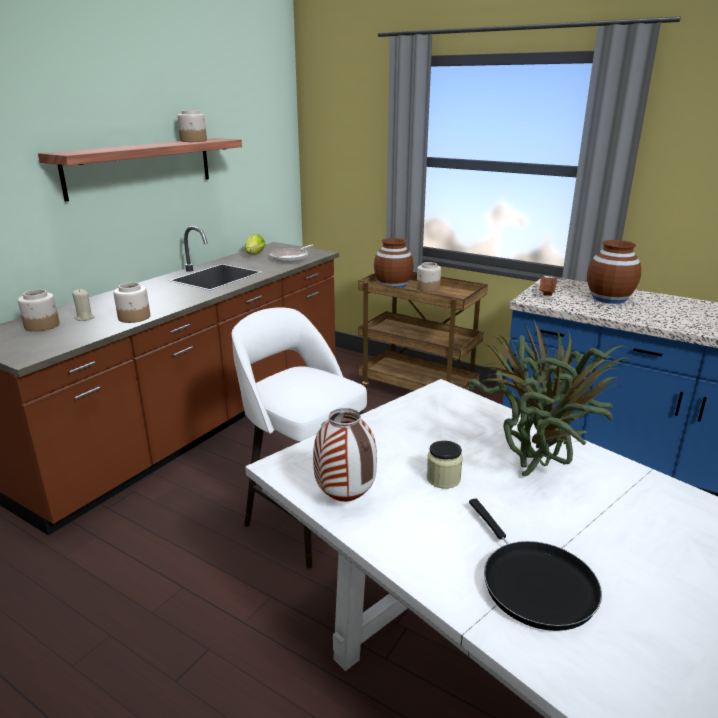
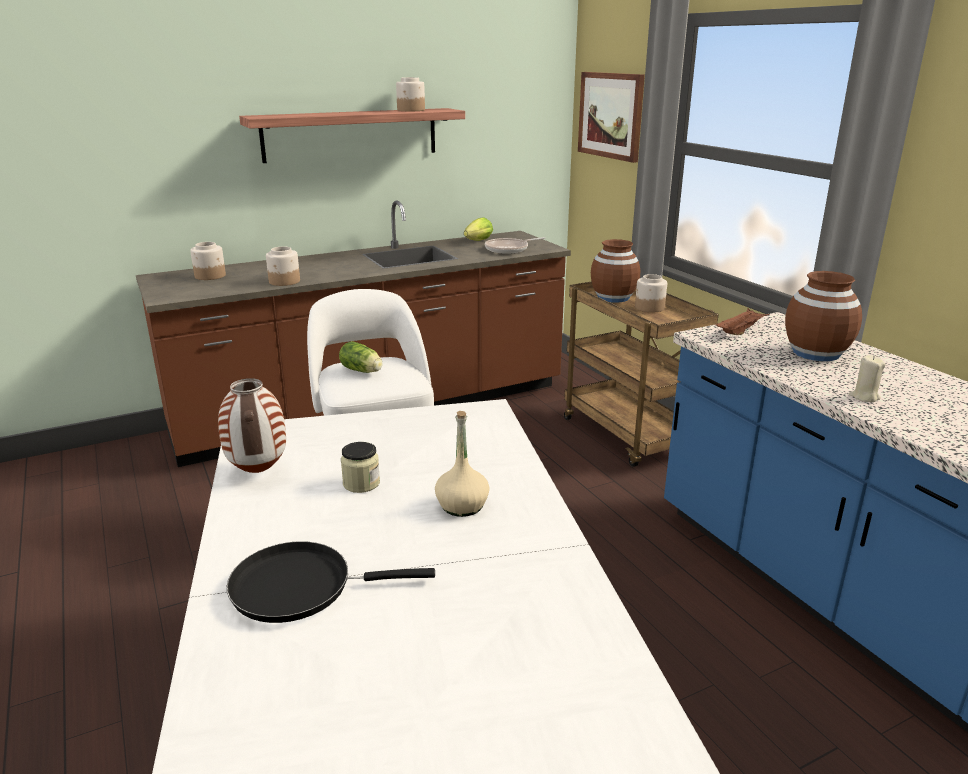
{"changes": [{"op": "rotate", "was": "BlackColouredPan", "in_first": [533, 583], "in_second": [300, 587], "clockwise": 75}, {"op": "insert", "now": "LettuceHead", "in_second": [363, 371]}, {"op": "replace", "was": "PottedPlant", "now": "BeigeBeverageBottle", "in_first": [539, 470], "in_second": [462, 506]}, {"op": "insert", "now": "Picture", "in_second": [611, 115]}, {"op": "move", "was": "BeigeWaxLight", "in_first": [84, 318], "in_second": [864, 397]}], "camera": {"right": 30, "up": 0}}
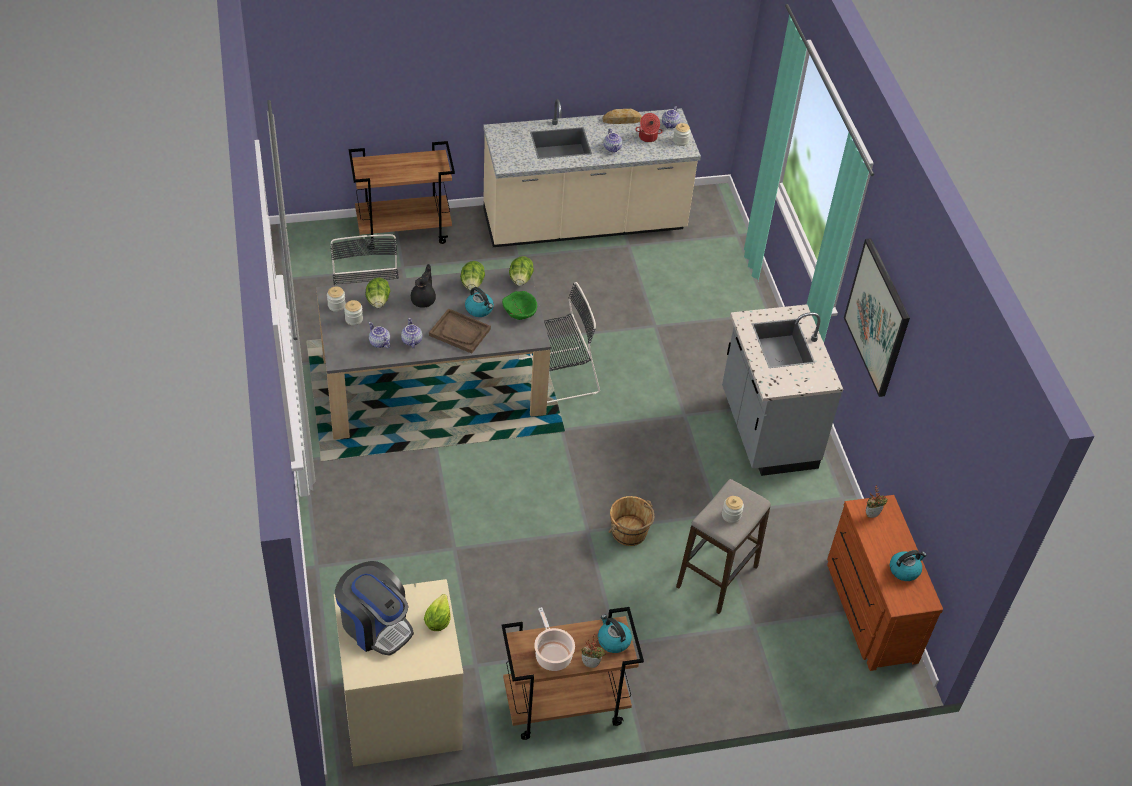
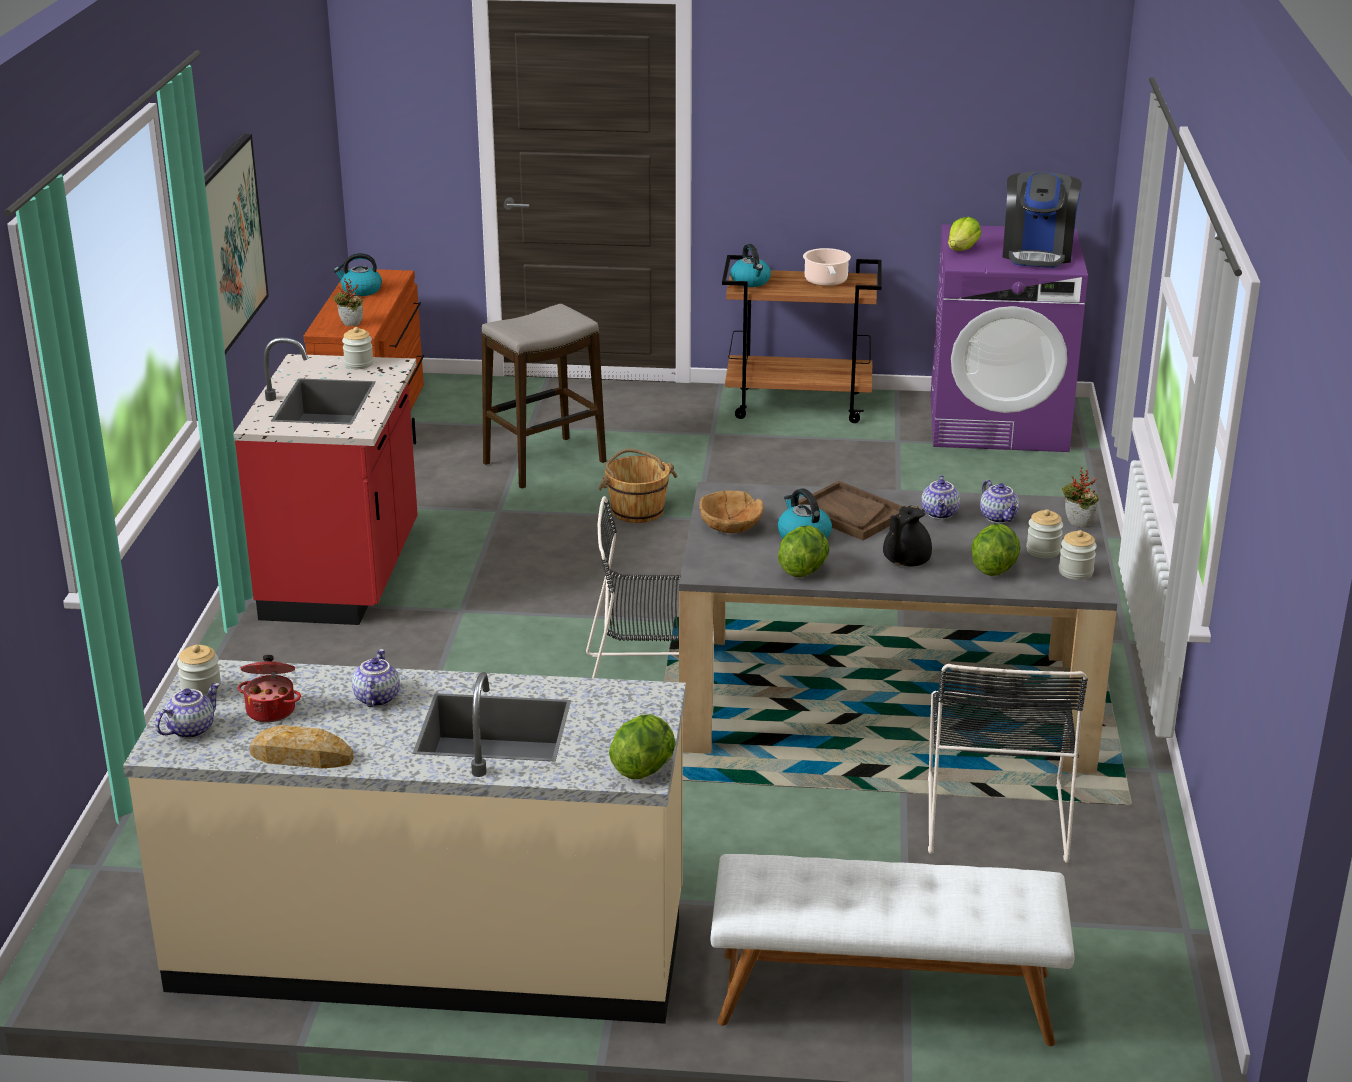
{"changes": [{"op": "recolor", "was": "GreyishKitchenBaseUnit", "now": "RedKitchenBaseUnit", "in_first": [766, 431], "in_second": [344, 576]}, {"op": "move", "was": "Jar", "in_first": [731, 515], "in_second": [359, 364]}, {"op": "move", "was": "LettuceHead", "in_first": [520, 279], "in_second": [644, 768]}, {"op": "recolor", "was": "GreenColouredBowl", "now": "BrownColouredBowl", "in_first": [519, 311], "in_second": [730, 526]}, {"op": "replace", "was": "BrownColouredWheeledCart", "now": "WhiteColouredIndoorBench", "in_first": [404, 230], "in_second": [884, 999]}, {"op": "recolor", "was": "BeigeLaundryMachine", "now": "PurpleColouredLaundryMachine", "in_first": [400, 713], "in_second": [999, 423]}, {"op": "rotate", "was": "CoffeeMaker", "in_first": [375, 625], "in_second": [1037, 254], "clockwise": -135}, {"op": "move", "was": "PottedPlant", "in_first": [591, 663], "in_second": [1076, 525]}], "camera": {"right": -160, "up": -20}}
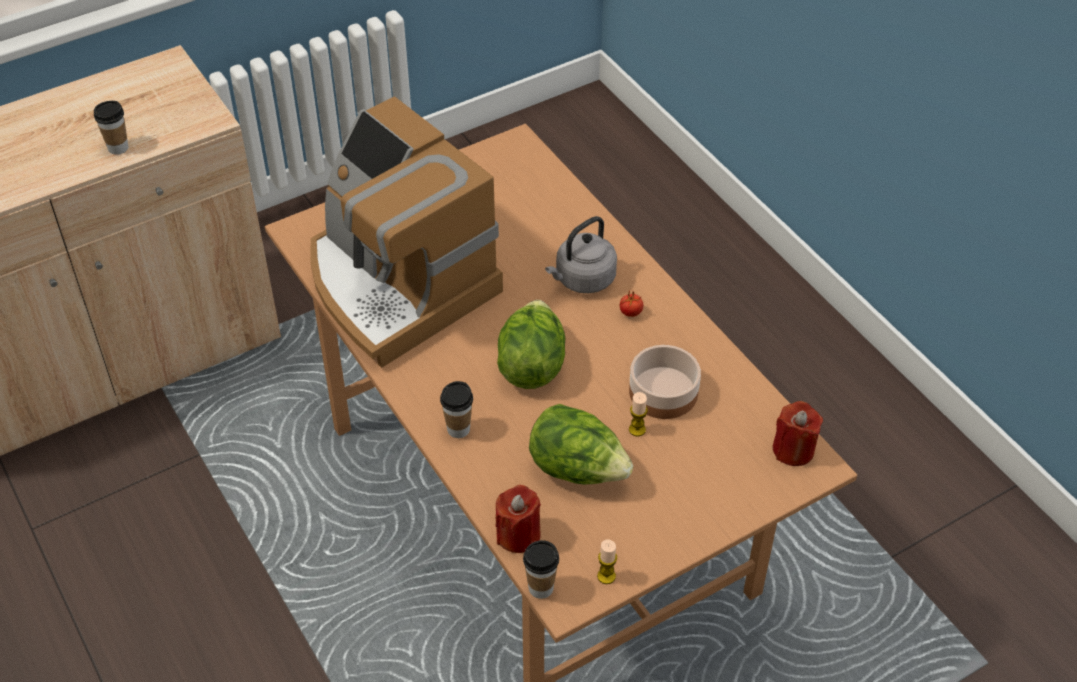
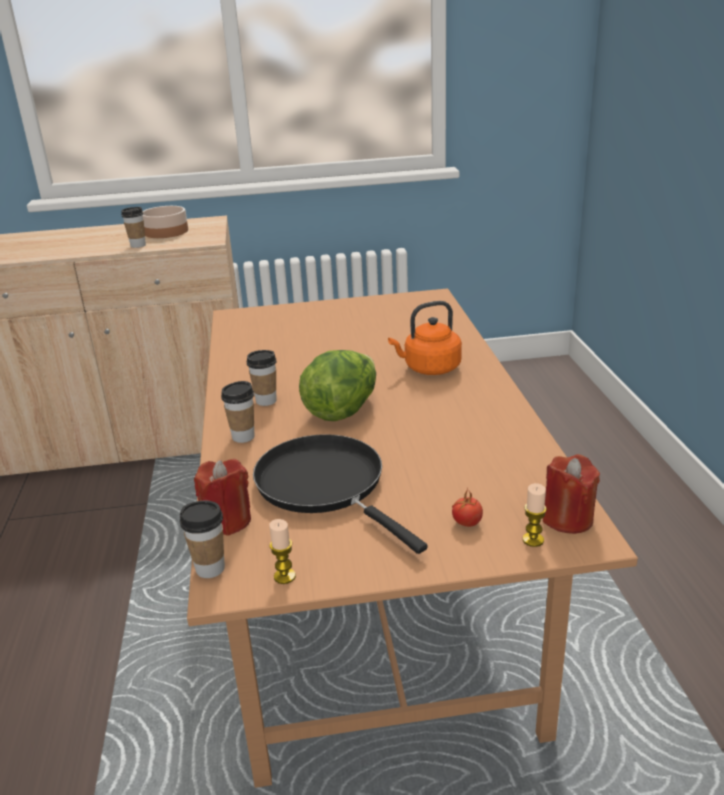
{"changes": [{"op": "move", "was": "Bowl", "in_first": [664, 391], "in_second": [167, 232]}, {"op": "insert", "now": "DrinkingCup", "in_second": [266, 401]}, {"op": "replace", "was": "LettuceHead", "now": "BlackColouredPan", "in_first": [578, 469], "in_second": [325, 485]}, {"op": "recolor", "was": "GreyishTeaKettle", "now": "OrangeTeaKettle", "in_first": [582, 280], "in_second": [429, 368]}, {"op": "move", "was": "Tomato", "in_first": [630, 313], "in_second": [466, 523]}, {"op": "move", "was": "WaxLight", "in_first": [637, 429], "in_second": [533, 540]}, {"op": "delete", "was": "CoffeeMaker", "in_first": [396, 284]}], "camera": {"right": 25, "up": -20}}
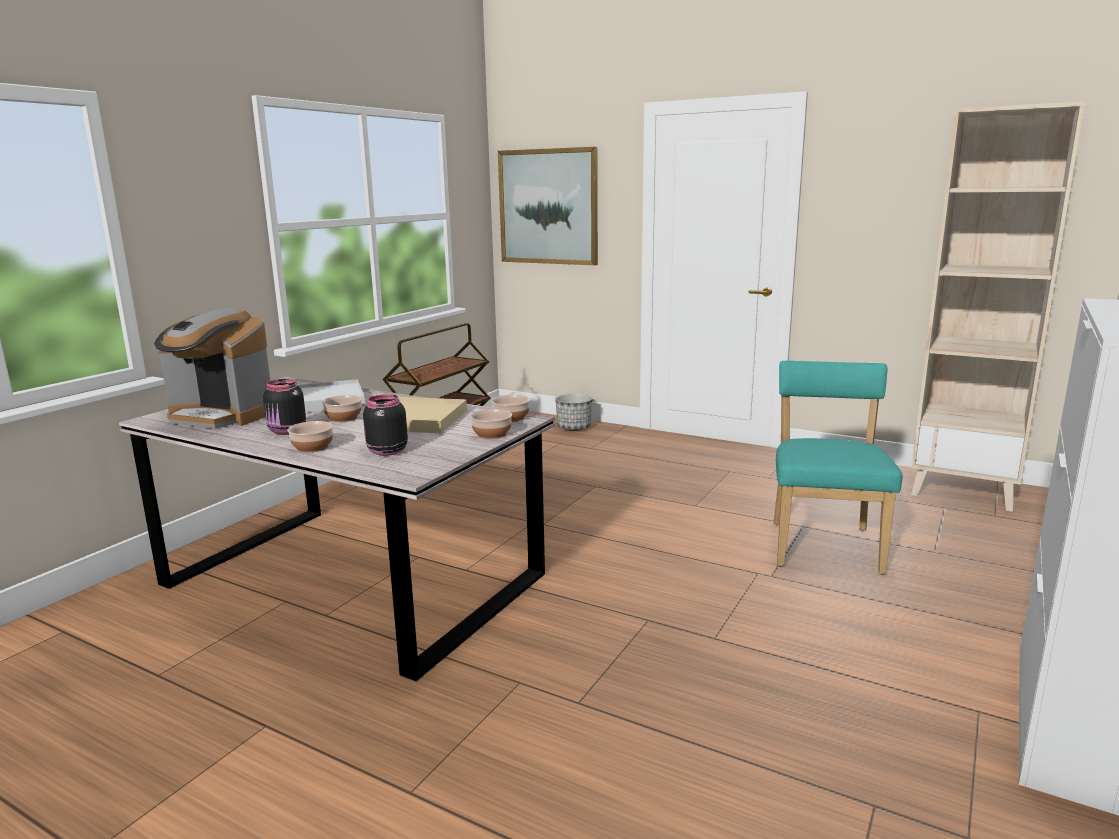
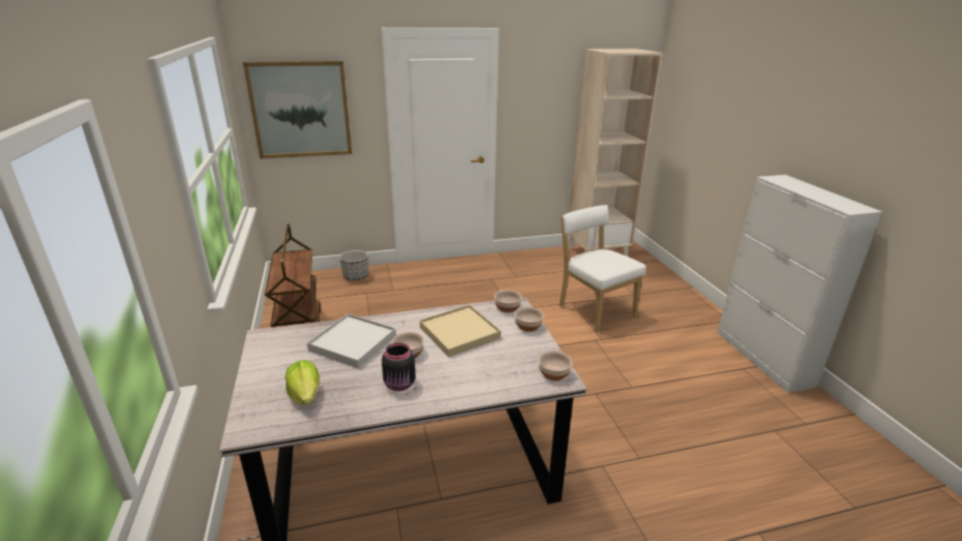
{"changes": [{"op": "replace", "was": "CoffeeMaker", "now": "LettuceHead", "in_first": [221, 416], "in_second": [305, 395]}, {"op": "move", "was": "Bowl", "in_first": [312, 447], "in_second": [553, 373]}, {"op": "recolor", "was": "TurquoiseUprightChair", "now": "WhiteColouredUprightChair", "in_first": [824, 544], "in_second": [594, 309]}, {"op": "delete", "was": "BlackColouredJar", "in_first": [386, 451]}], "camera": {"right": -45, "up": 10}}
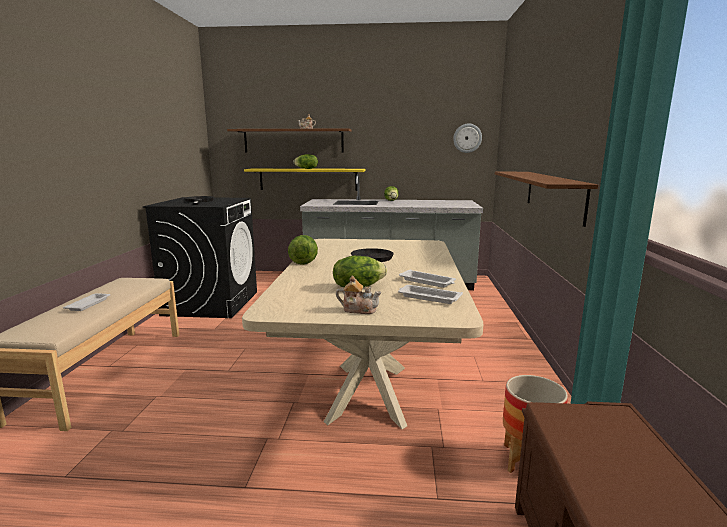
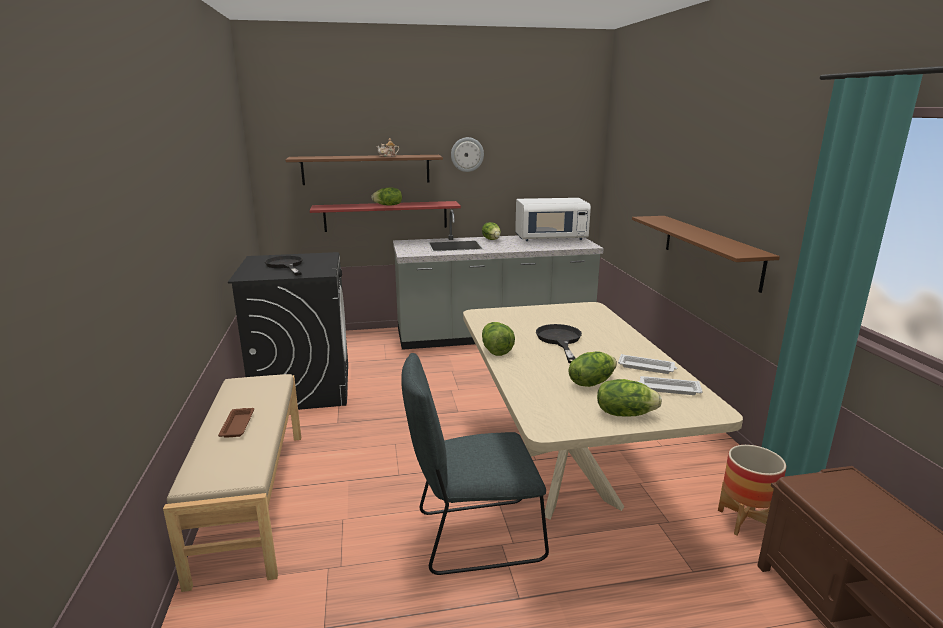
{"changes": [{"op": "recolor", "was": "WhiteColouredCarryingTray", "now": "BrownColouredCarryingTray", "in_first": [89, 304], "in_second": [238, 425]}, {"op": "recolor", "was": "YellowWallShelf", "now": "RedWallShelf", "in_first": [308, 179], "in_second": [386, 216]}, {"op": "insert", "now": "GreyishUprightChair", "in_second": [473, 537]}, {"op": "move", "was": "HangingClock", "in_first": [467, 138], "in_second": [467, 154]}, {"op": "insert", "now": "WhiteColouredKitchenMicrowave", "in_second": [550, 239]}, {"op": "replace", "was": "TeaPot", "now": "LettuceHead", "in_first": [359, 309], "in_second": [624, 413]}], "camera": {"right": -15, "up": 5}}
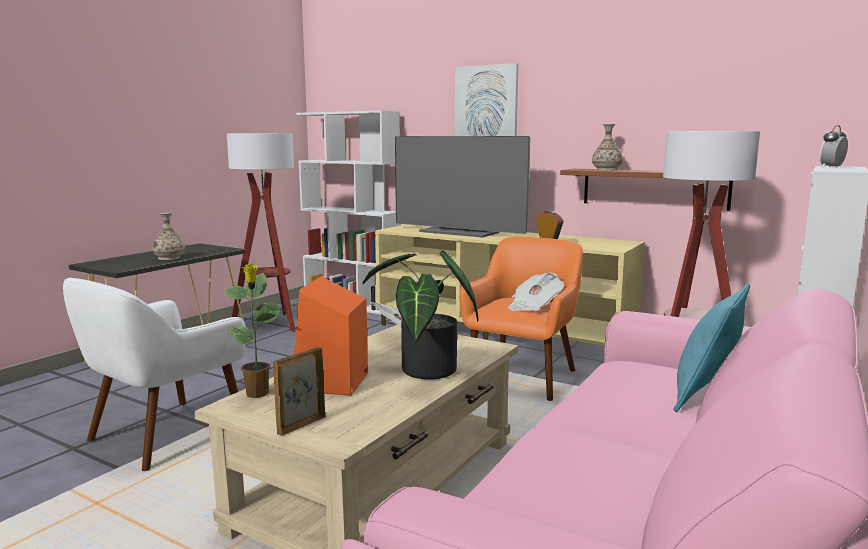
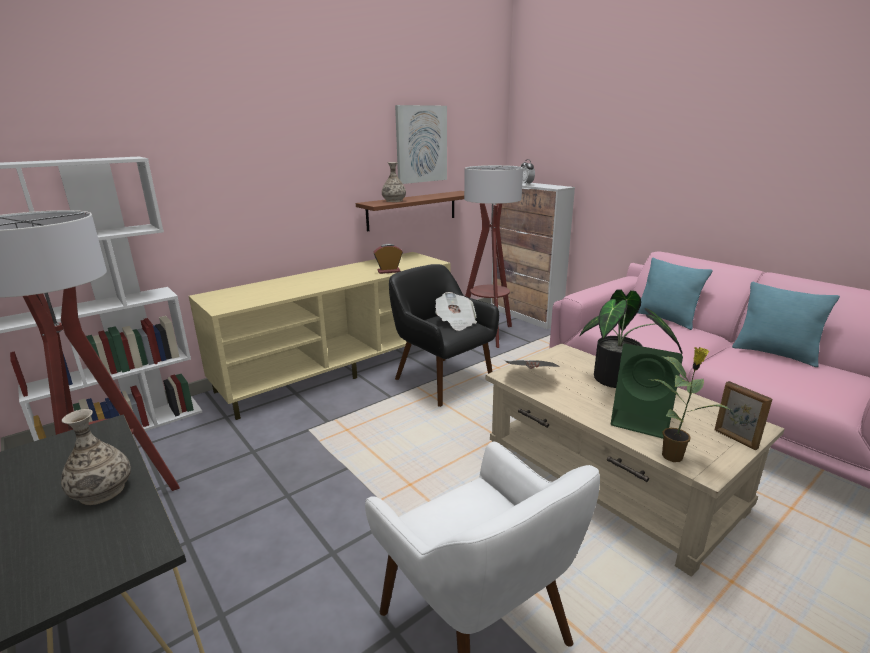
{"changes": [{"op": "recolor", "was": "OrangeLoungeChair", "now": "BlackColouredLoungeChair", "in_first": [522, 377], "in_second": [442, 380]}, {"op": "move", "was": "Picture", "in_first": [486, 107], "in_second": [421, 144]}, {"op": "recolor", "was": "OrangeAudioSpeaker", "now": "GreenColouredAudioSpeaker", "in_first": [331, 383], "in_second": [643, 420]}, {"op": "insert", "now": "TurquoiseThrowPillow", "in_second": [774, 354]}, {"op": "delete", "was": "TvSet", "in_first": [459, 232]}], "camera": {"right": -70, "up": 10}}
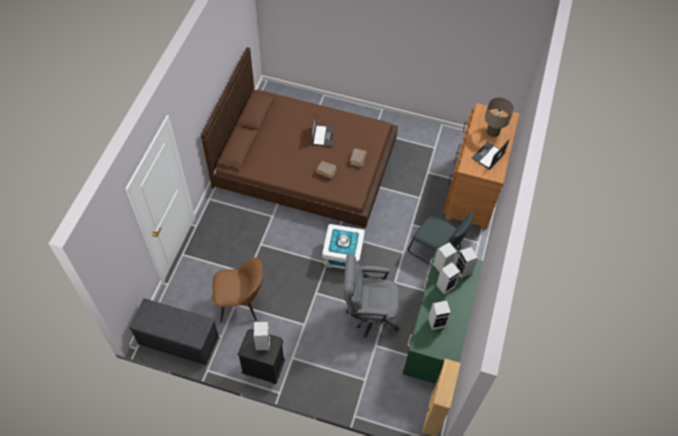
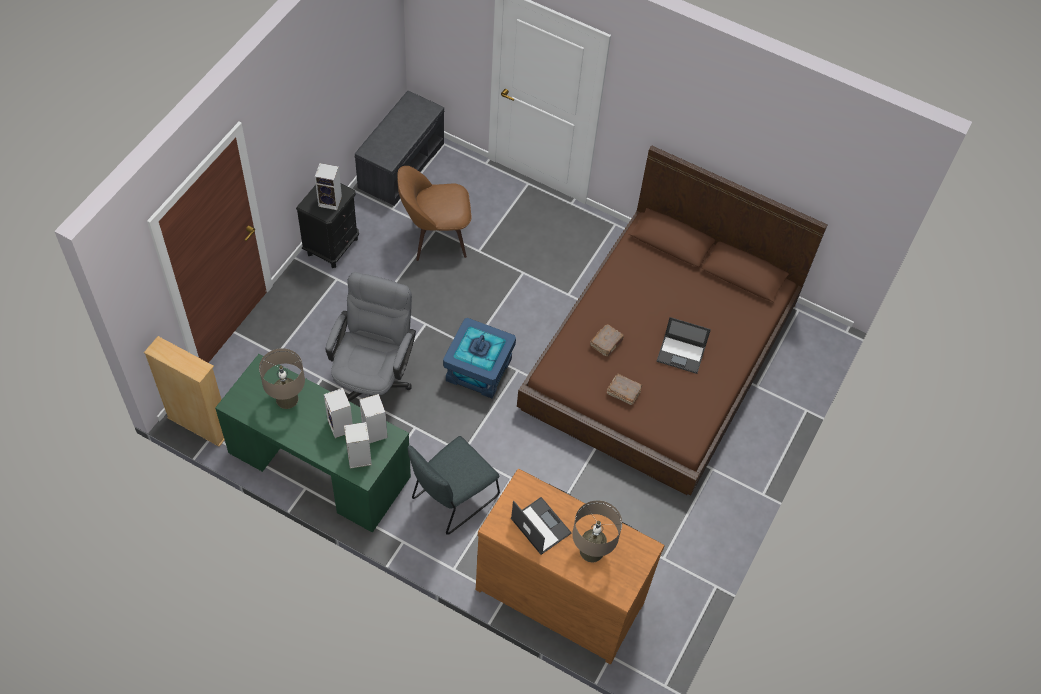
{"changes": [{"op": "replace", "was": "AudioSpeaker", "now": "BeigeLampForATable", "in_first": [437, 322], "in_second": [287, 399]}, {"op": "rotate", "was": "BrownColouredUprightChair", "in_first": [241, 302], "in_second": [435, 236], "clockwise": 75}, {"op": "recolor", "was": "WhiteColouredStorageContainer", "now": "BlueStorageContainer", "in_first": [342, 255], "in_second": [478, 369]}], "camera": {"right": 100, "up": 0}}
